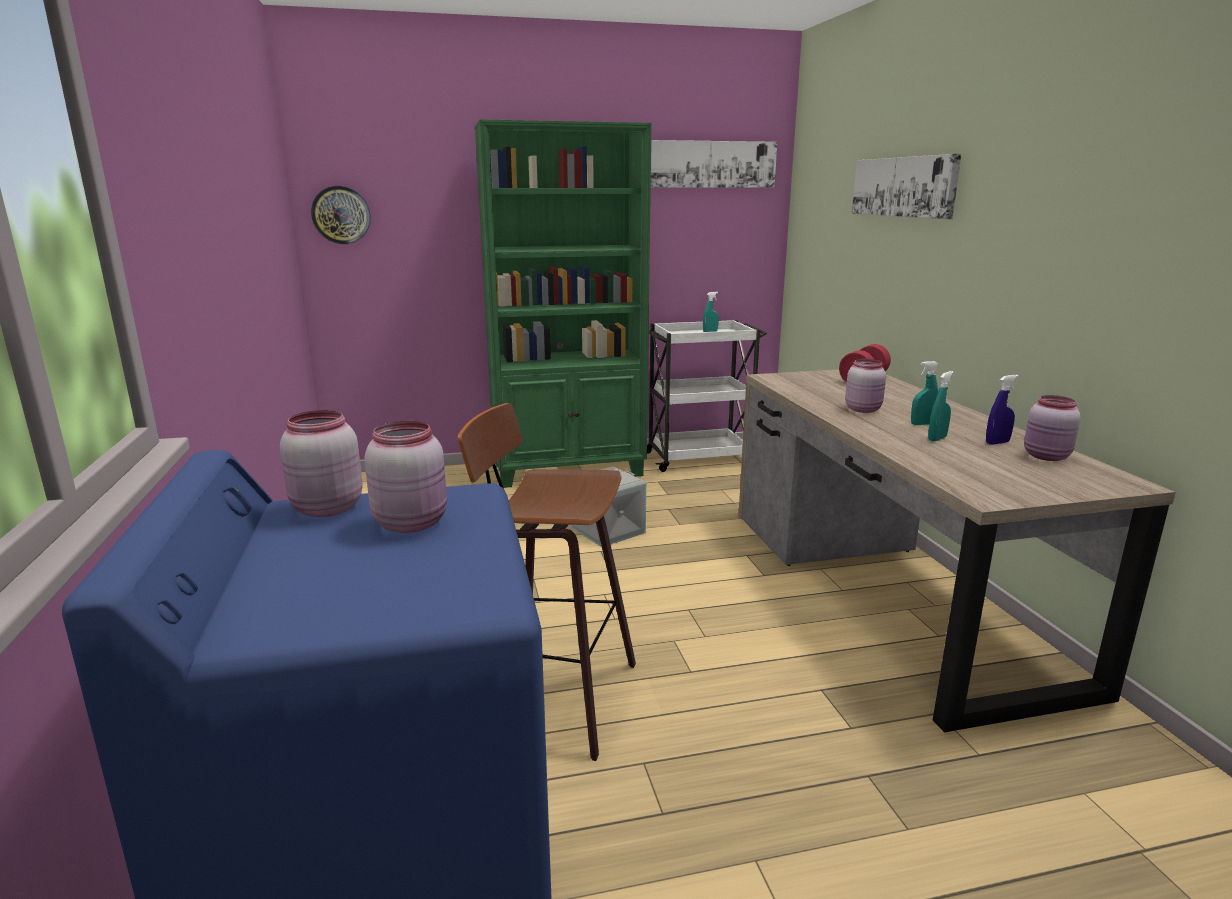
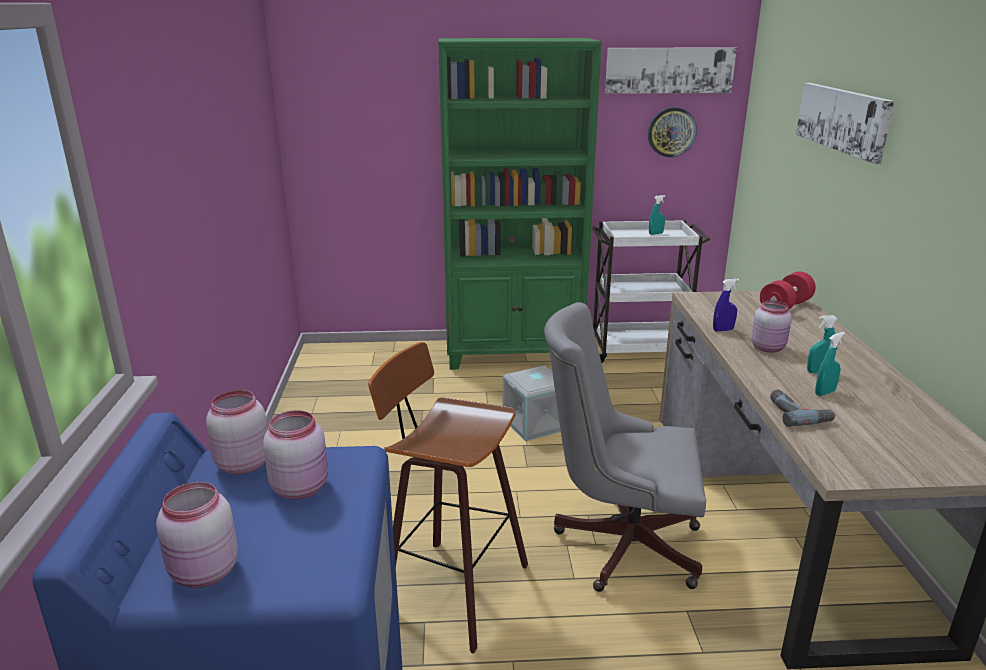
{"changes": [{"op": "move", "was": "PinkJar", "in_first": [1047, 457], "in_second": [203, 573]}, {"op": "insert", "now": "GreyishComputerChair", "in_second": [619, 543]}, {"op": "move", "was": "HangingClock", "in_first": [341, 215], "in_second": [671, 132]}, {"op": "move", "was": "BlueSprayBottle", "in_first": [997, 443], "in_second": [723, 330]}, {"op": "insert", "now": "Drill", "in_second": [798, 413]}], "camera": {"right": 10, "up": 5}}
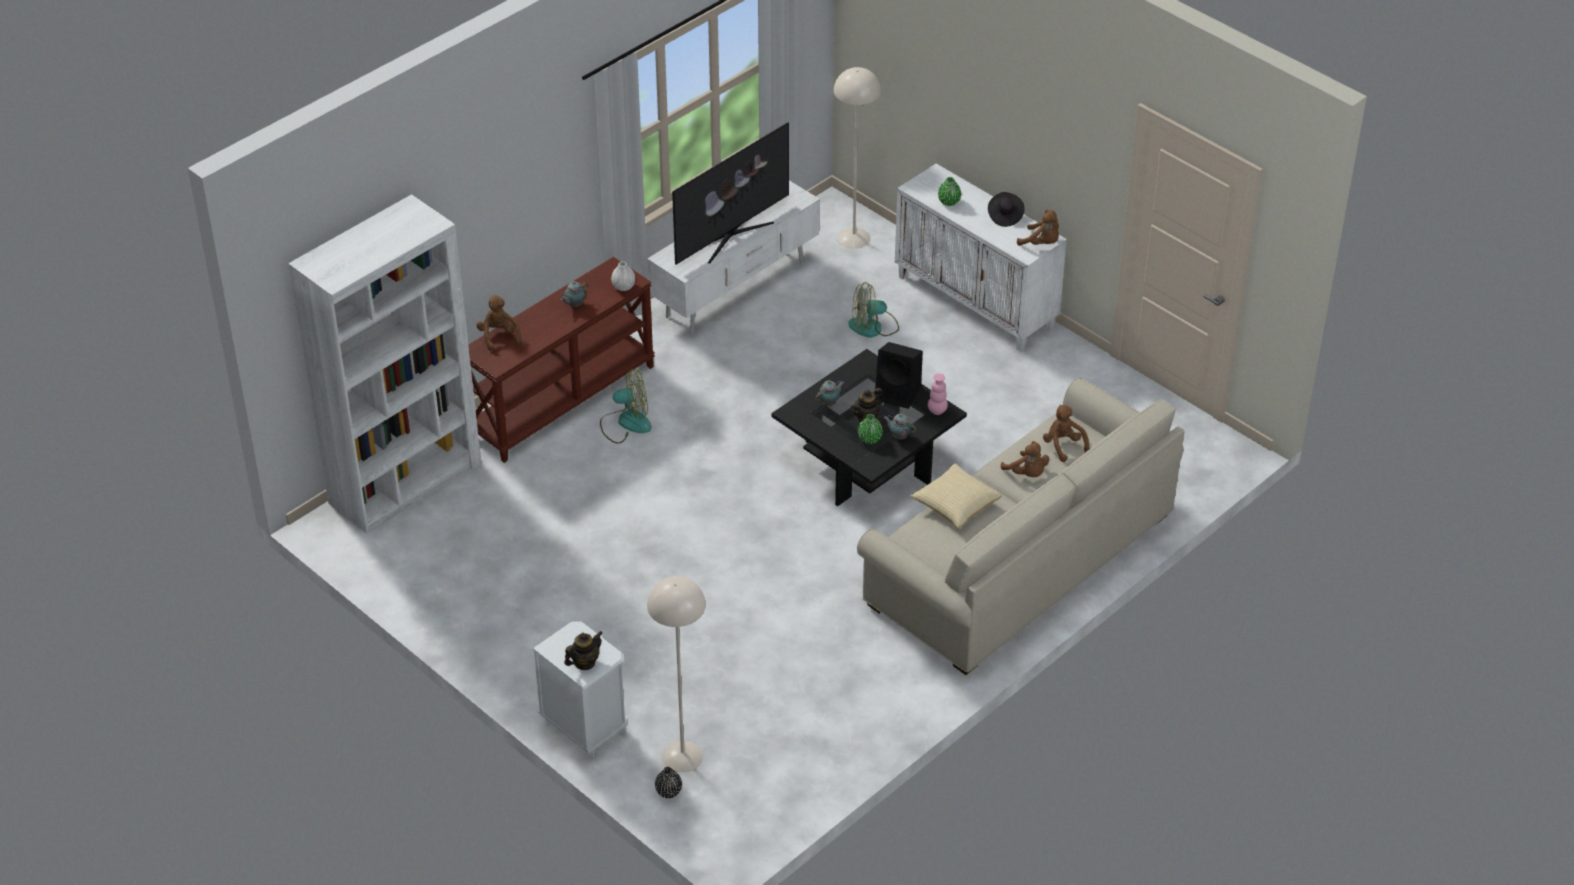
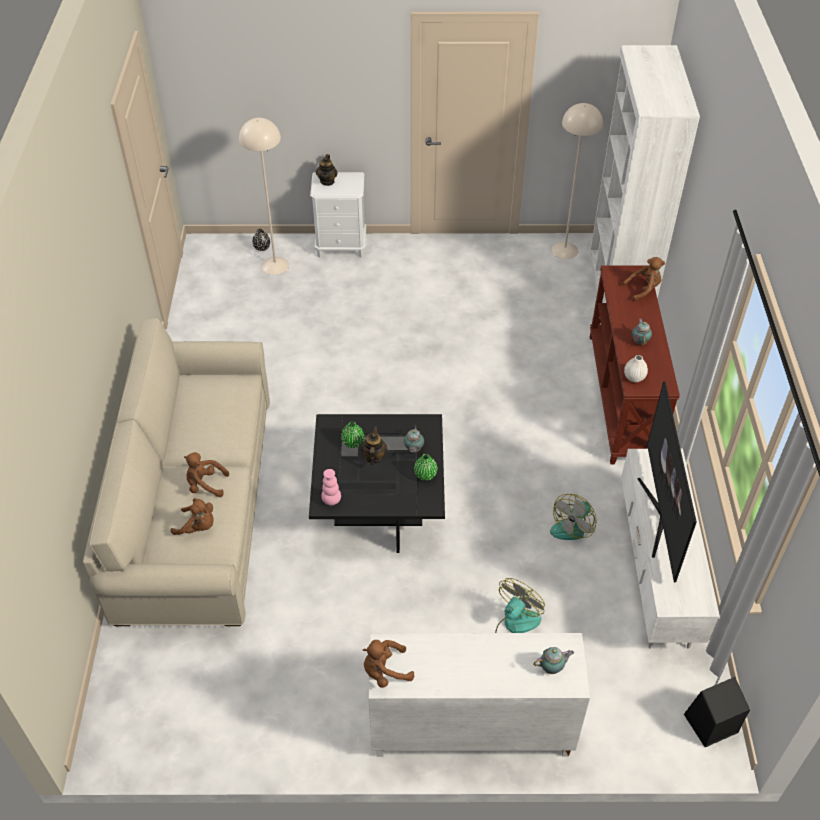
{"changes": [{"op": "move", "was": "GreenColouredFlowerVase", "in_first": [949, 202], "in_second": [425, 475]}, {"op": "move", "was": "TeaPot", "in_first": [899, 436], "in_second": [552, 668]}, {"op": "move", "was": "Fan", "in_first": [626, 423], "in_second": [573, 525]}, {"op": "move", "was": "BeigeStandingLamp", "in_first": [854, 238], "in_second": [564, 250]}, {"op": "rotate", "was": "BrownColouredCuddlyToy", "in_first": [499, 336], "in_second": [643, 289], "clockwise": -45}, {"op": "move", "was": "BlackColouredAudioSpeaker", "in_first": [899, 393], "in_second": [709, 724]}, {"op": "delete", "was": "ThrowPillow", "in_first": [955, 505]}, {"op": "delete", "was": "BlackColouredClothingHat", "in_first": [1005, 216]}], "camera": {"right": 135, "up": 5}}
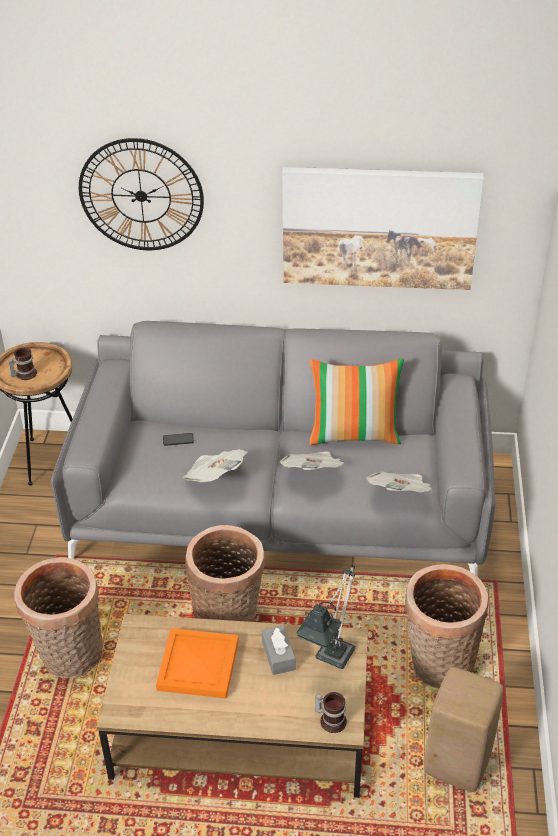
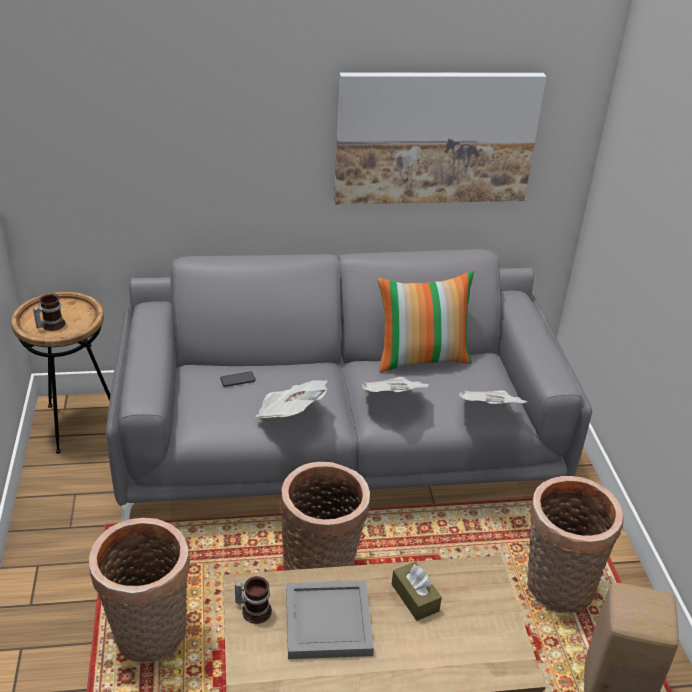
{"changes": [{"op": "move", "was": "CoffeeMug", "in_first": [331, 719], "in_second": [254, 609]}, {"op": "recolor", "was": "OrangeCarryingTray", "now": "GreyishCarryingTray", "in_first": [197, 664], "in_second": [326, 621]}, {"op": "recolor", "was": "GreyishBoxOfTissues", "now": "BrownColouredBoxOfTissues", "in_first": [278, 655], "in_second": [415, 597]}, {"op": "delete", "was": "HangingClock", "in_first": [141, 195]}, {"op": "delete", "was": "LampForATable", "in_first": [331, 660]}], "camera": {"right": -15, "up": -5}}
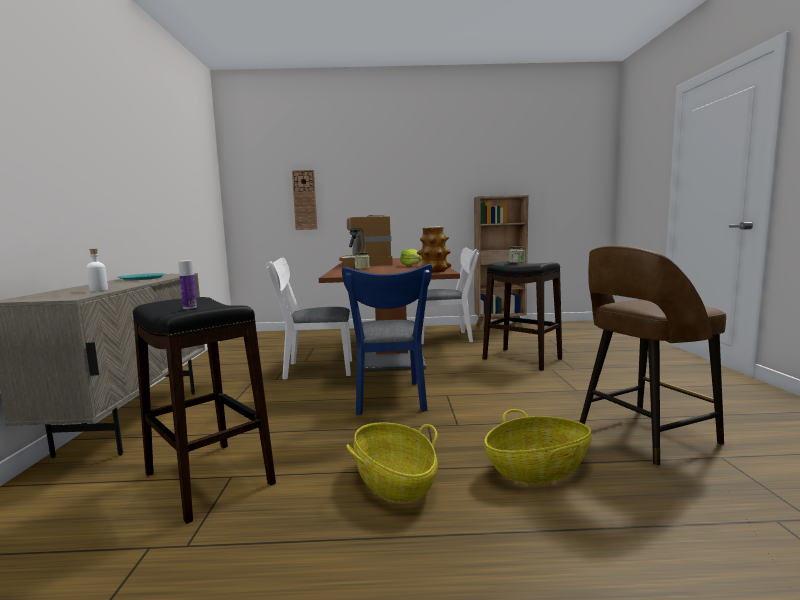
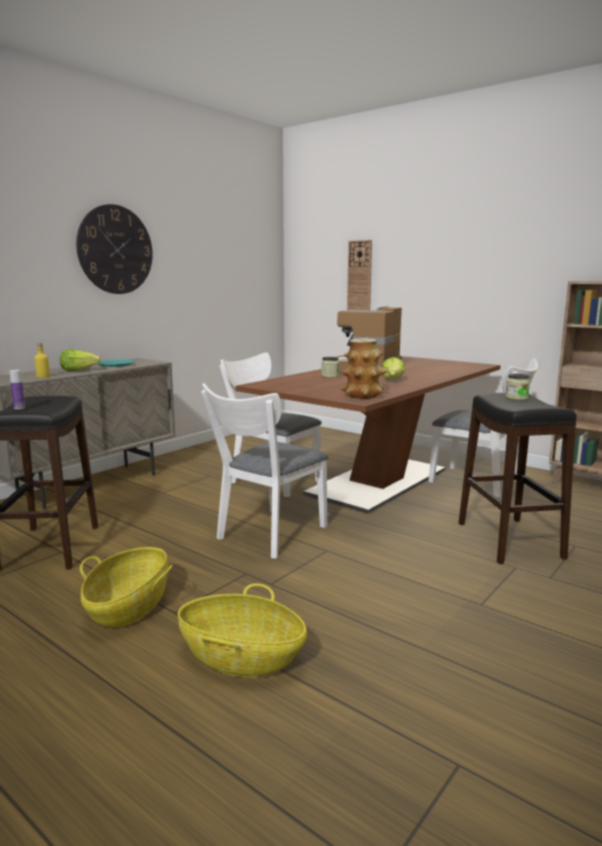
{"changes": [{"op": "recolor", "was": "WhiteColouredBeverageBottle", "now": "YellowBeverageBottle", "in_first": [99, 290], "in_second": [43, 376]}, {"op": "insert", "now": "LettuceHead", "in_second": [79, 370]}, {"op": "insert", "now": "HangingClock", "in_second": [115, 250]}, {"op": "recolor", "was": "BlueUprightChair", "now": "WhiteColouredUprightChair", "in_first": [389, 400], "in_second": [267, 535]}, {"op": "delete", "was": "BrownColouredStool", "in_first": [643, 435]}], "camera": {"right": 40, "up": 5}}
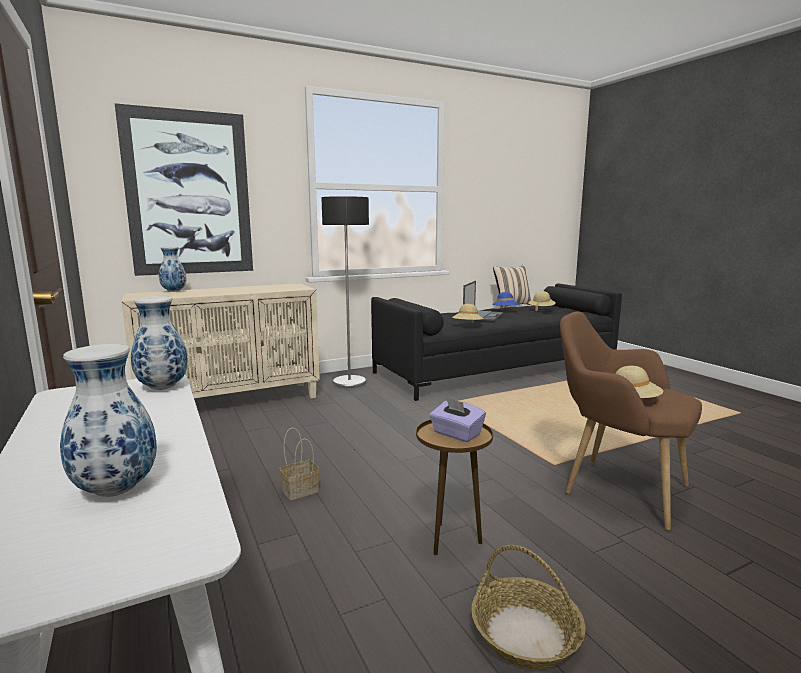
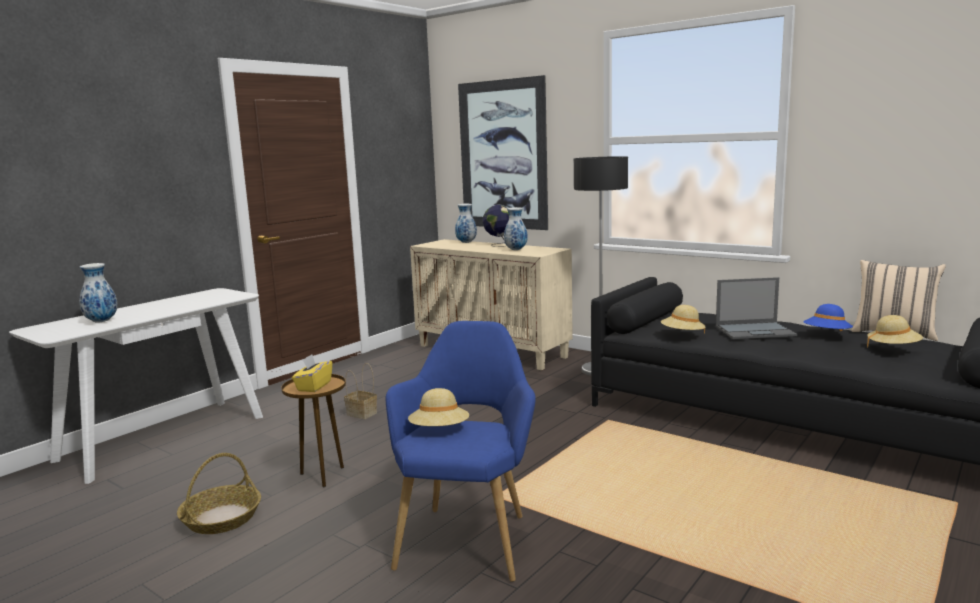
{"changes": [{"op": "recolor", "was": "PurpleColouredBoxOfTissues", "now": "YellowBoxOfTissues", "in_first": [456, 434], "in_second": [313, 386]}, {"op": "recolor", "was": "BrownColouredLoungeChair", "now": "BlueLoungeChair", "in_first": [617, 488], "in_second": [468, 537]}, {"op": "insert", "now": "DeskGlobe", "in_second": [499, 244]}, {"op": "move", "was": "FlowerVase", "in_first": [161, 387], "in_second": [515, 249]}], "camera": {"right": 65, "up": 0}}
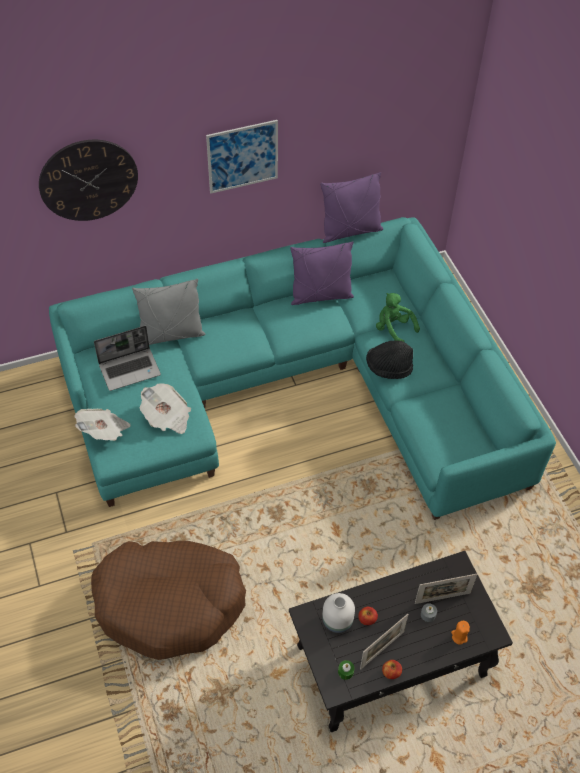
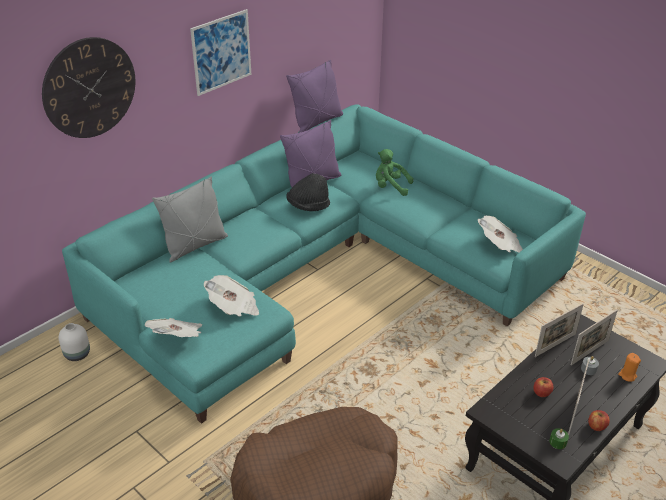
{"changes": [{"op": "move", "was": "WhiteColouredFlowerVase", "in_first": [336, 620], "in_second": [76, 354]}, {"op": "move", "was": "BlackColouredClothingHat", "in_first": [388, 368], "in_second": [308, 206]}, {"op": "insert", "now": "DailyPaper", "in_second": [499, 245]}, {"op": "insert", "now": "PhotoFrame", "in_second": [555, 345]}, {"op": "delete", "was": "Laptop", "in_first": [130, 369]}], "camera": {"right": -25, "up": -15}}
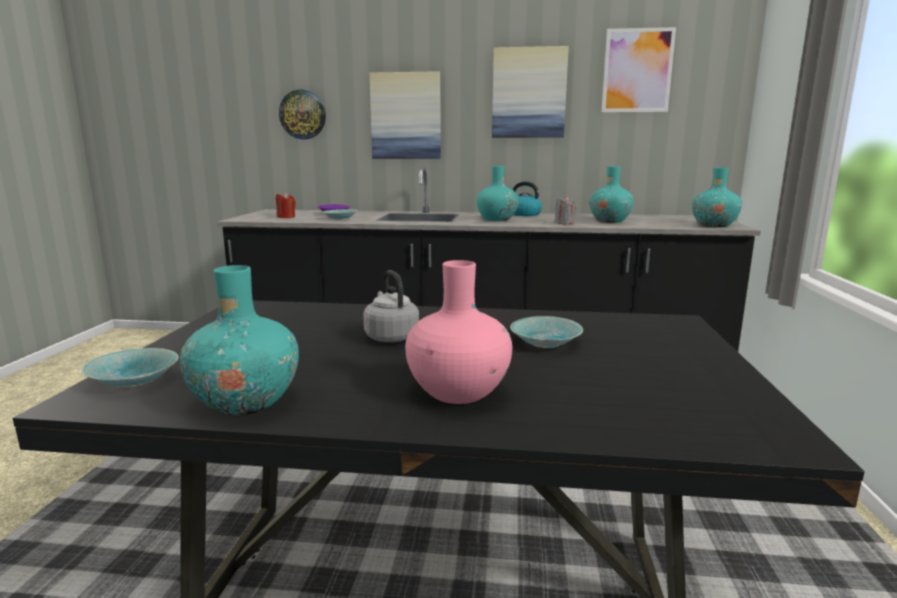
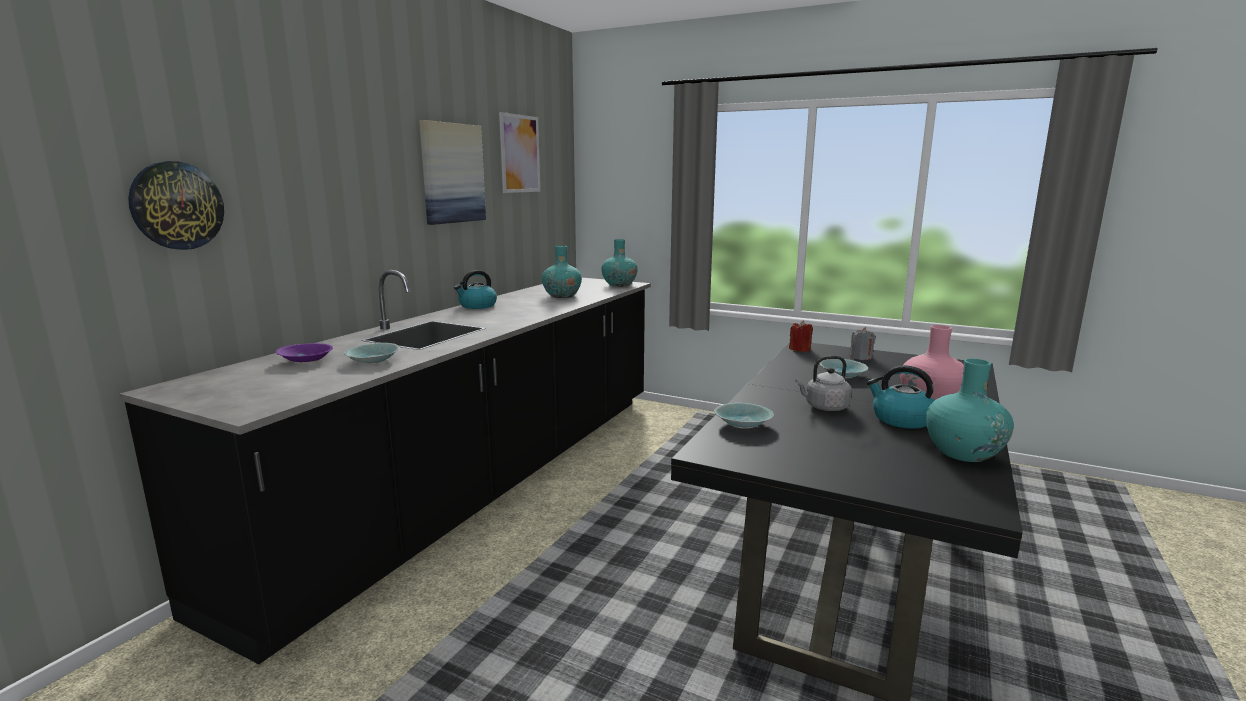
{"changes": [{"op": "move", "was": "TurquoiseBowl", "in_first": [135, 379], "in_second": [741, 424]}, {"op": "move", "was": "RedWaxLight", "in_first": [286, 217], "in_second": [800, 349]}, {"op": "move", "was": "GreyishWaxLight", "in_first": [564, 223], "in_second": [861, 357]}, {"op": "insert", "now": "TeaKettle", "in_second": [901, 419]}, {"op": "delete", "was": "Picture", "in_first": [406, 116]}, {"op": "delete", "was": "TurquoiseFlowerVase", "in_first": [496, 219]}], "camera": {"right": -70, "up": 0}}
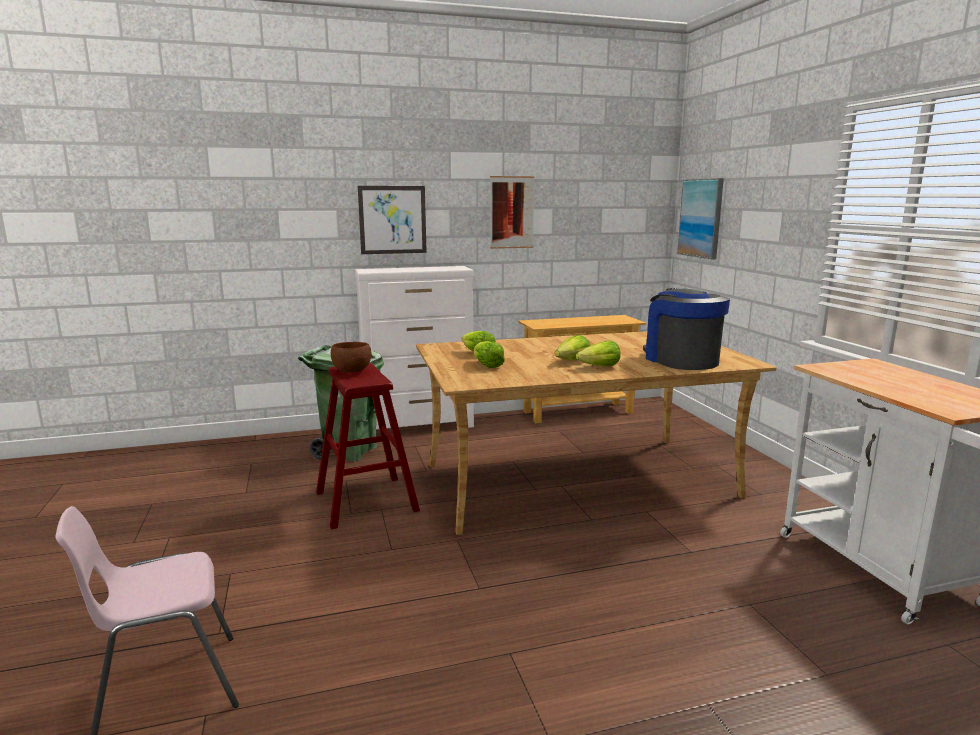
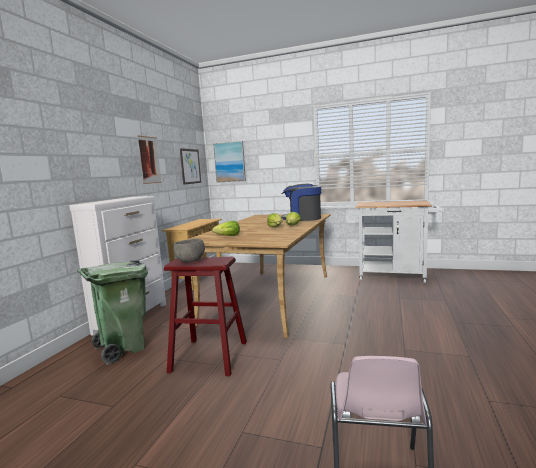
{"changes": [{"op": "recolor", "was": "BrownColouredBowl", "now": "GreyishBowl", "in_first": [352, 371], "in_second": [191, 261]}, {"op": "move", "was": "Picture", "in_first": [392, 220], "in_second": [190, 166]}, {"op": "delete", "was": "LettuceHead", "in_first": [487, 365]}], "camera": {"right": -55, "up": -5}}
